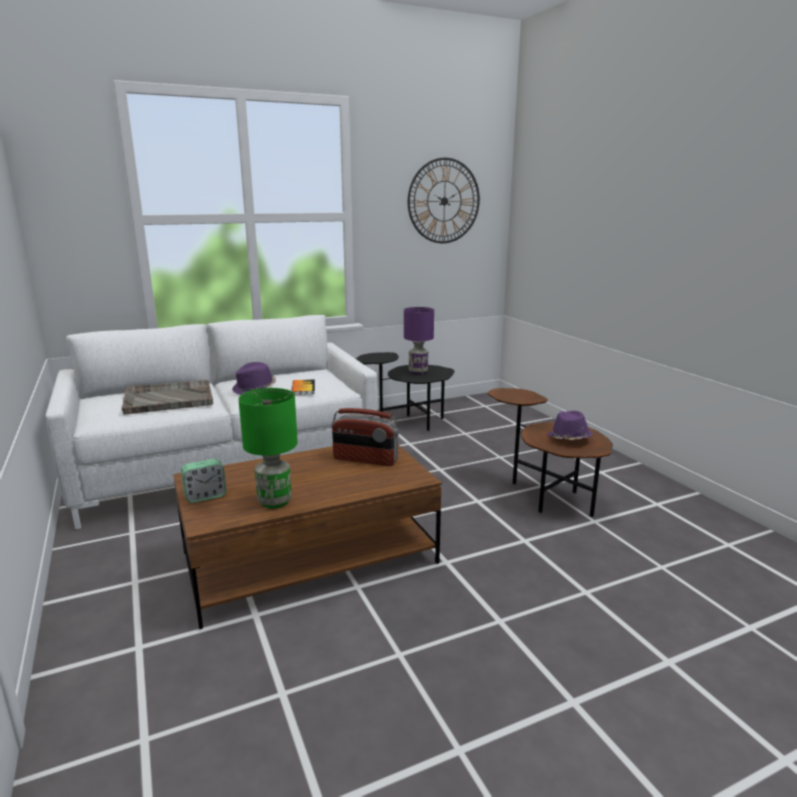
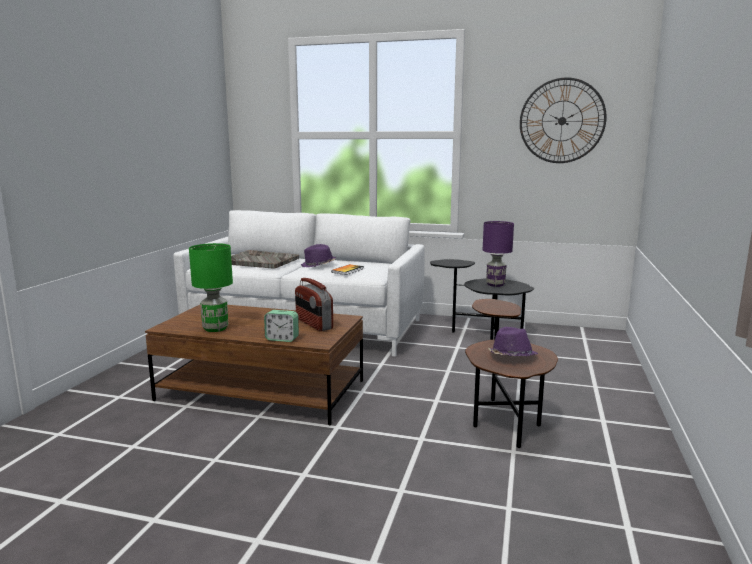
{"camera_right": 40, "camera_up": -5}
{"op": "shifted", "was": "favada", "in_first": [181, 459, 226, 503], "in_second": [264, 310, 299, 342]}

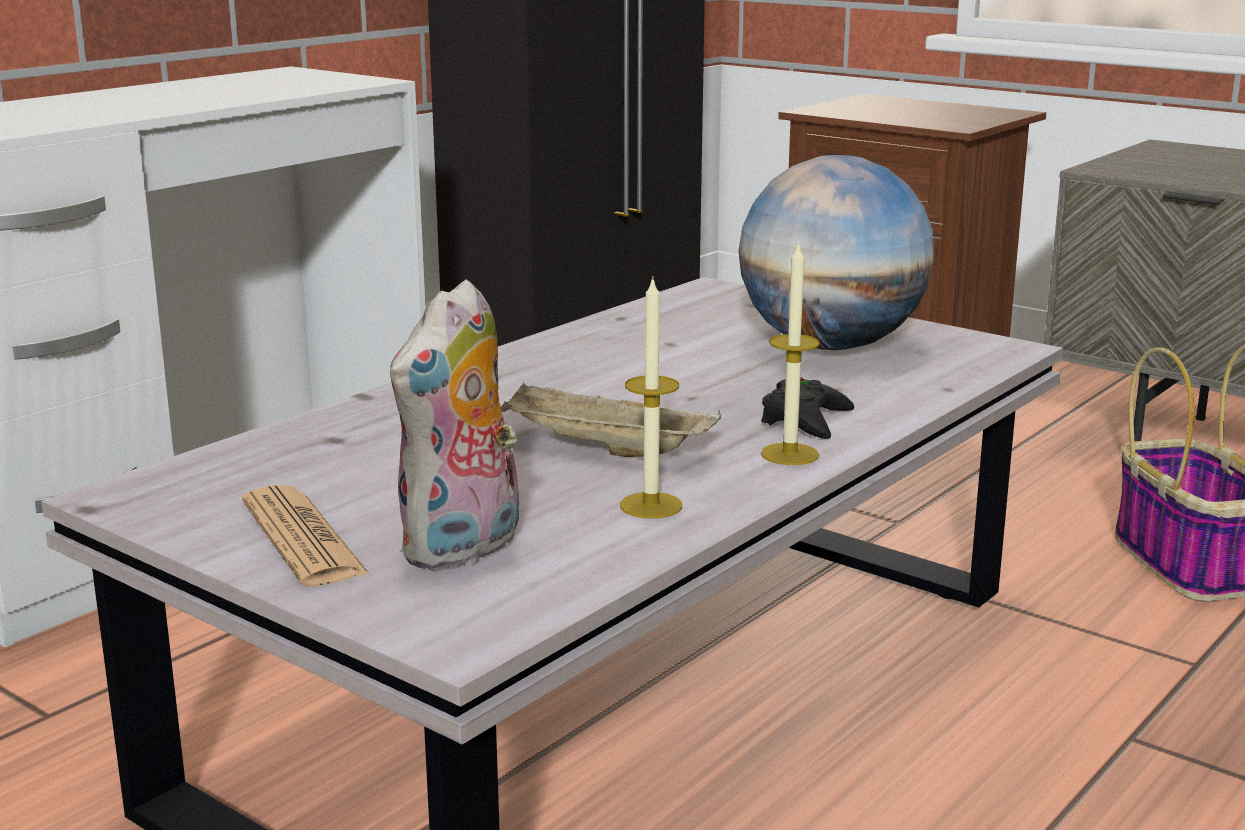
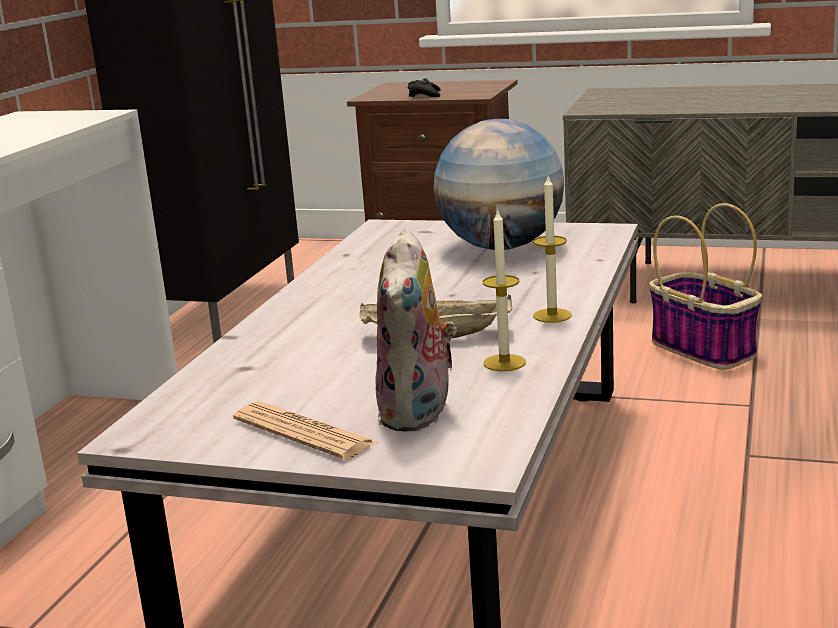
{"camera_right": -20, "camera_up": 0}
{"op": "shifted", "was": "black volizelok", "in_first": [761, 377, 854, 439], "in_second": [408, 78, 441, 97]}

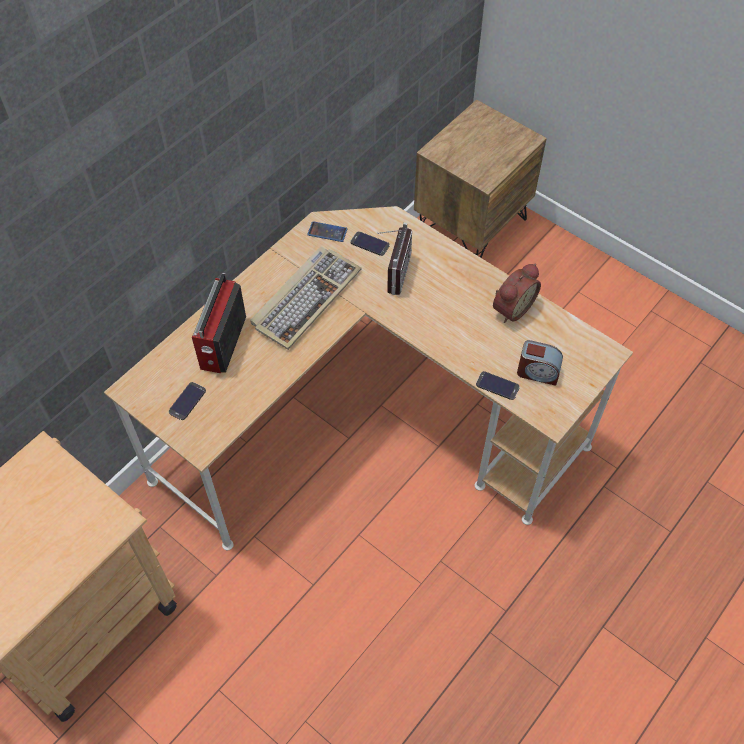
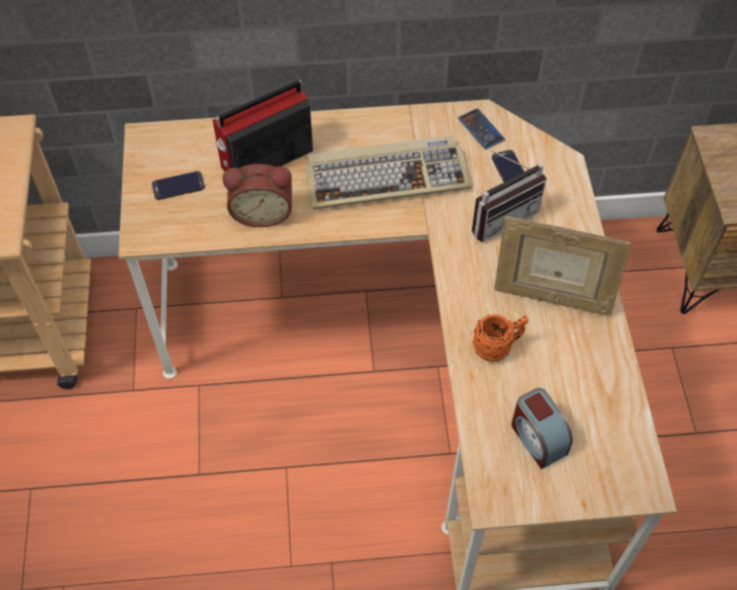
{"camera_right": 45, "camera_up": 0}
{"op": "shifted", "was": "favada", "in_first": [493, 264, 541, 323], "in_second": [223, 164, 292, 227]}
{"op": "new", "now": "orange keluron", "in_second": [473, 314, 529, 362]}
{"op": "new", "now": "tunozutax", "in_second": [494, 216, 631, 316]}
{"op": "gone", "was": "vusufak", "in_first": [476, 371, 520, 400]}

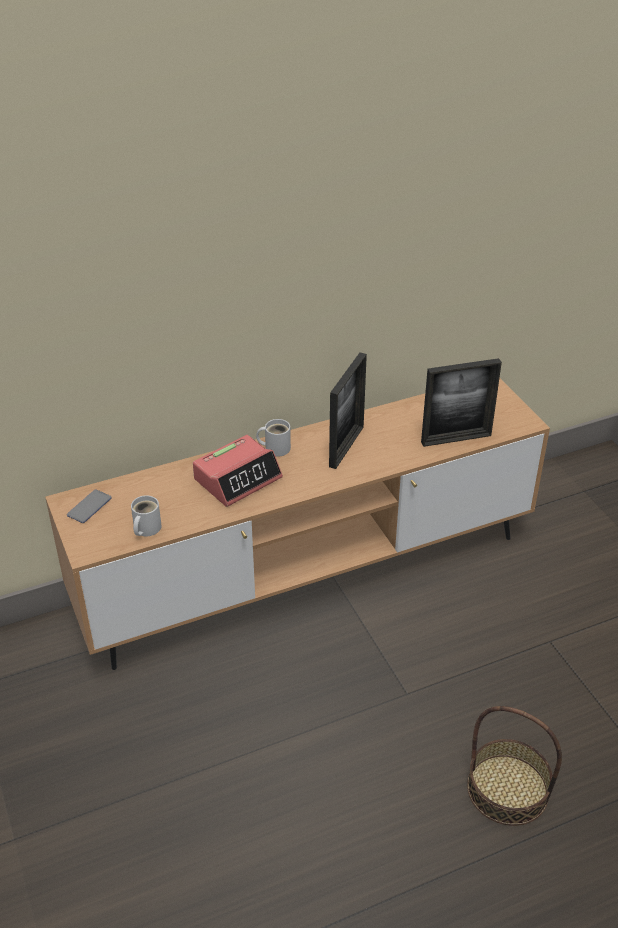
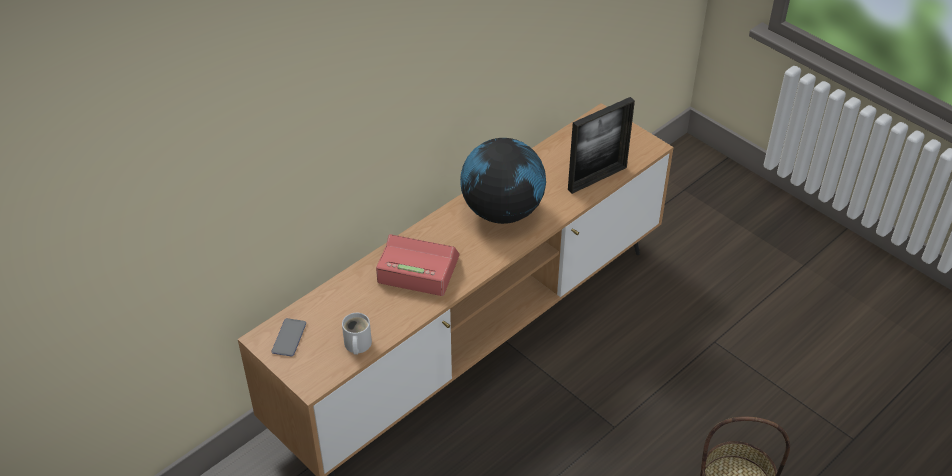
{"camera_right": -20, "camera_up": 5}
{"op": "rotated", "was": "favada", "in_first": [193, 435, 283, 507], "in_second": [376, 234, 459, 296], "clockwise": -105}
{"op": "swapped", "was": "tunozutax", "now": "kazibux", "in_first": [329, 353, 367, 469], "in_second": [460, 138, 546, 224]}
{"op": "gone", "was": "white keluron", "in_first": [256, 419, 291, 456]}

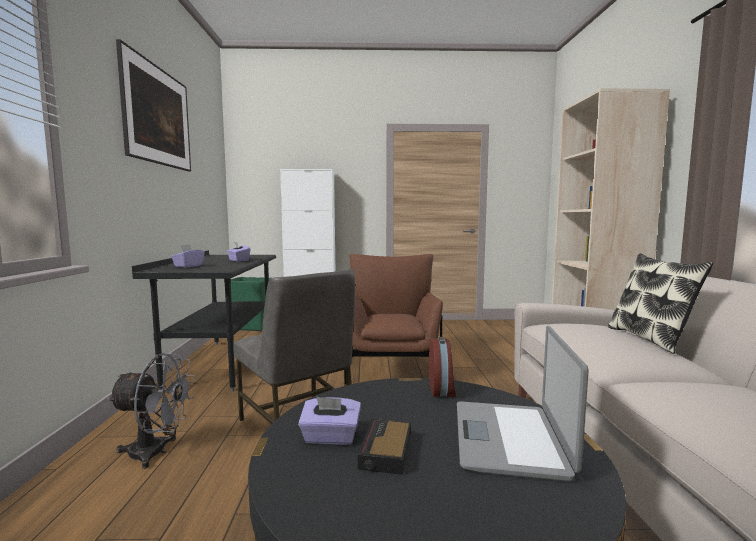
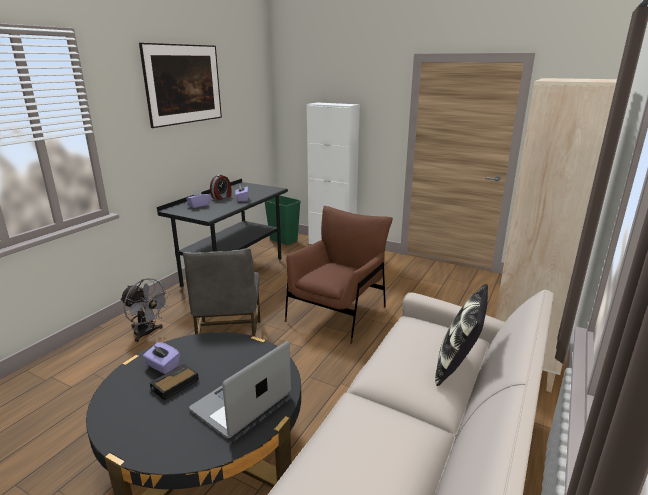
{"camera_right": 30, "camera_up": 15}
{"op": "shifted", "was": "favada", "in_first": [429, 337, 456, 397], "in_second": [210, 175, 232, 200]}

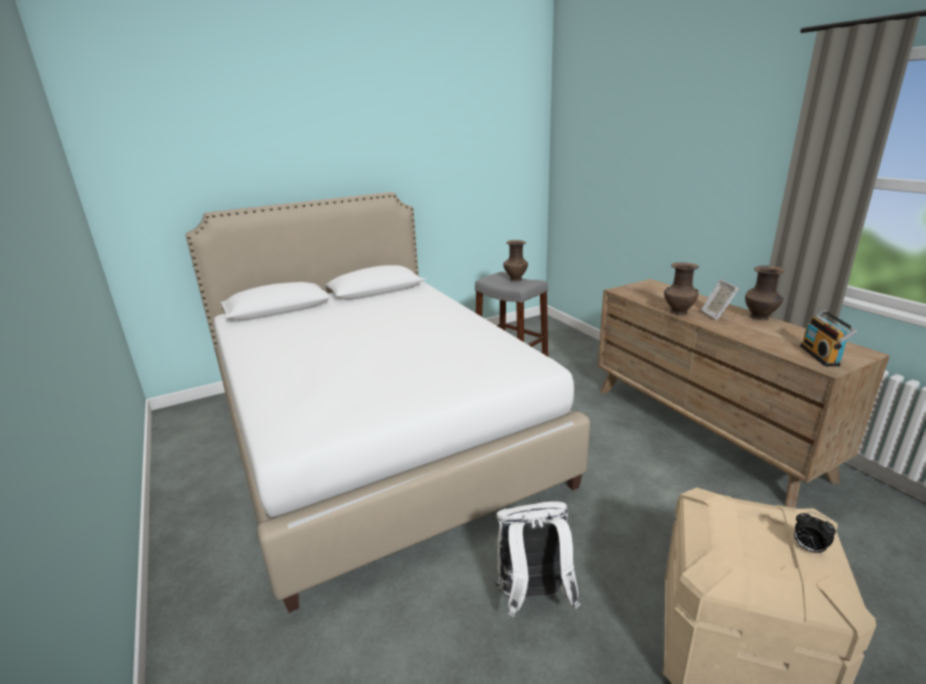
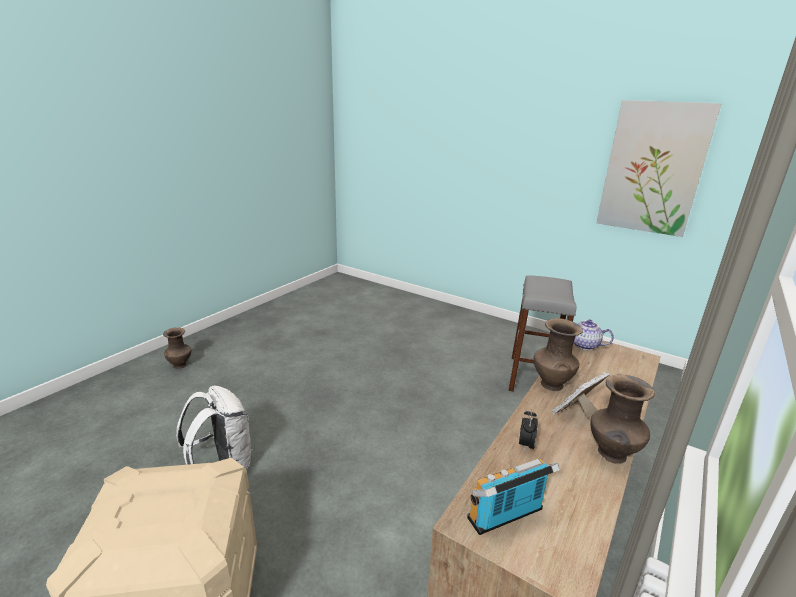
{"camera_right": 60, "camera_up": 0}
{"op": "shifted", "was": "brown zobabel", "in_first": [503, 240, 528, 281], "in_second": [163, 327, 191, 369]}
{"op": "shifted", "was": "favada", "in_first": [794, 512, 836, 556], "in_second": [519, 409, 538, 451]}
{"op": "new", "now": "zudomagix", "in_second": [574, 319, 614, 350]}
{"op": "new", "now": "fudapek", "in_second": [597, 100, 721, 237]}
{"op": "gone", "was": "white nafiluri", "in_first": [186, 192, 590, 613]}

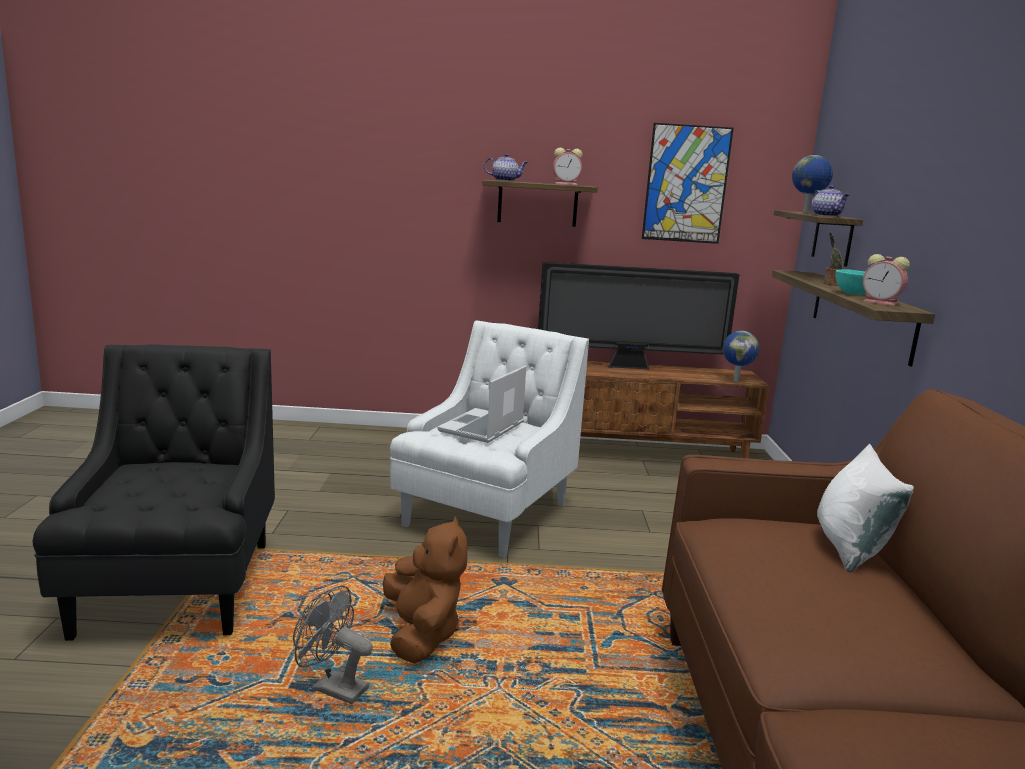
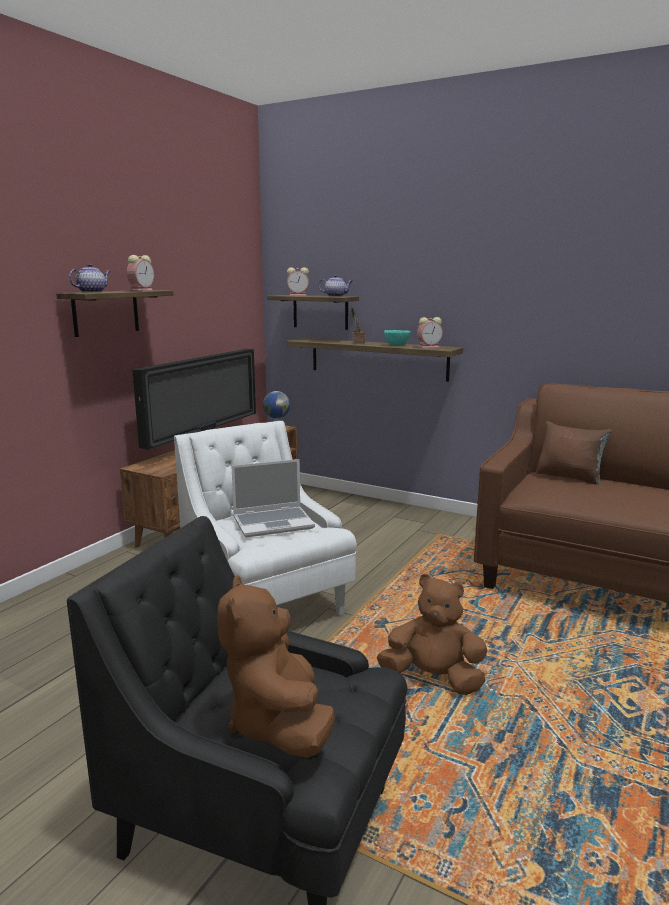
{"camera_right": -60, "camera_up": 0}
{"op": "new", "now": "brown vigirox", "in_second": [217, 575, 335, 758]}
{"op": "rotated", "was": "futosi", "in_first": [437, 366, 526, 443], "in_second": [231, 459, 315, 537], "clockwise": -75}
{"op": "swapped", "was": "kazibux", "now": "favada", "in_first": [792, 155, 833, 213], "in_second": [287, 267, 309, 296]}
{"op": "repainted", "was": "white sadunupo", "now": "brown sadunupo", "in_first": [817, 444, 914, 573], "in_second": [536, 421, 612, 485]}
{"op": "gone", "was": "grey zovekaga", "in_first": [293, 585, 373, 704]}
{"op": "gone", "was": "fudapek", "in_first": [642, 123, 734, 244]}

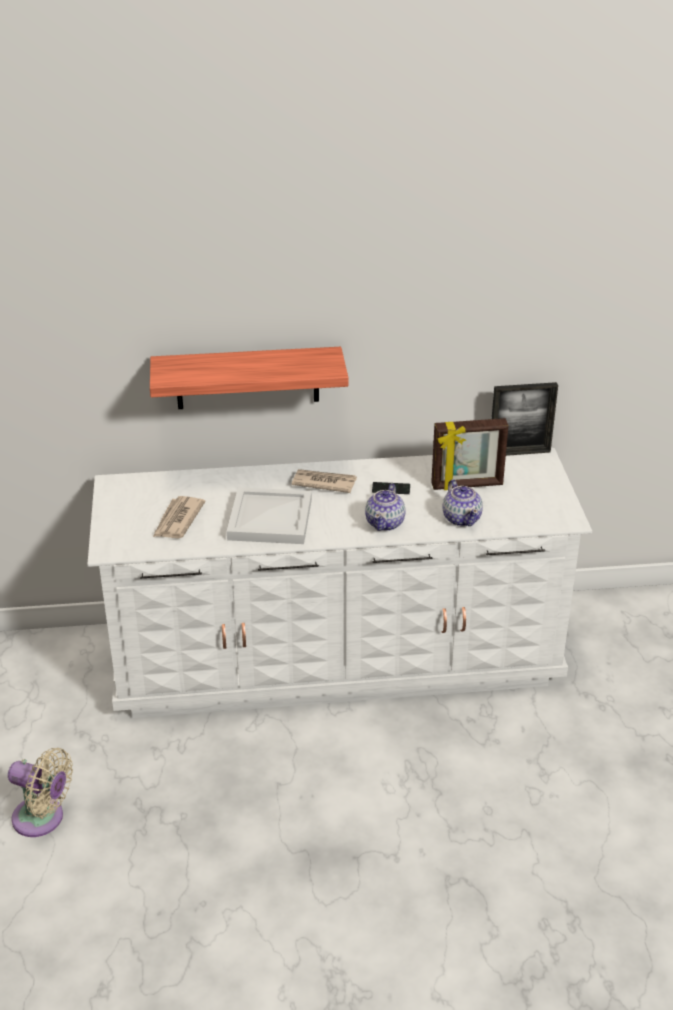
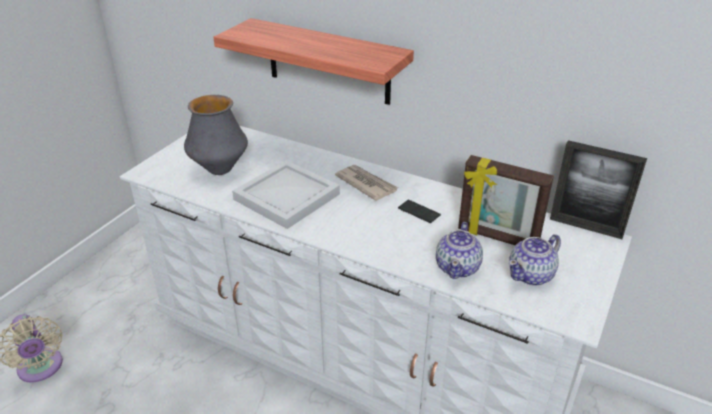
{"camera_right": 35, "camera_up": 0}
{"op": "swapped", "was": "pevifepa", "now": "zobabel", "in_first": [153, 496, 206, 539], "in_second": [184, 95, 248, 175]}
{"op": "shifted", "was": "zudomagix", "in_first": [365, 483, 406, 531], "in_second": [509, 234, 561, 286]}

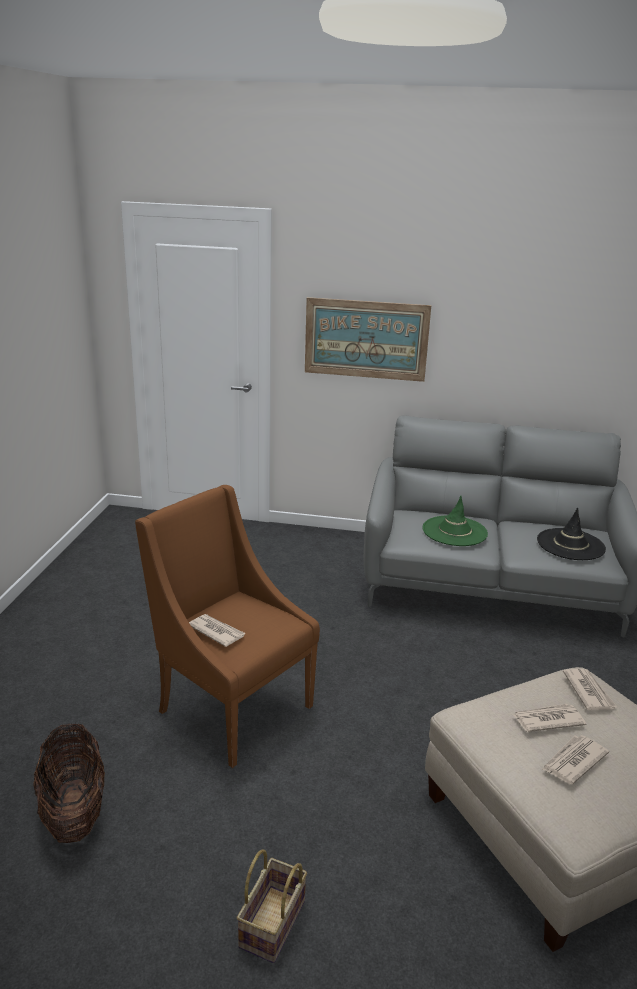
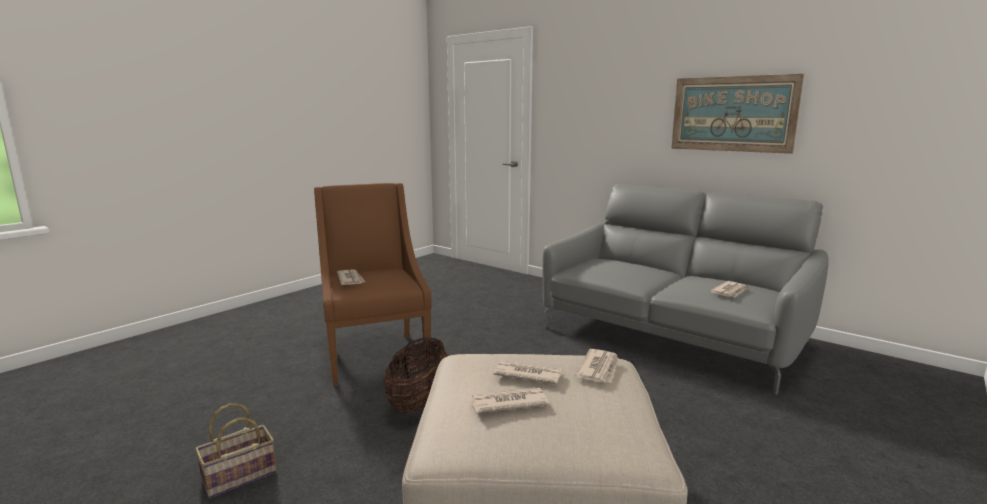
{"camera_right": 30, "camera_up": -10}
{"op": "shifted", "was": "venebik", "in_first": [33, 723, 105, 843], "in_second": [383, 337, 448, 413]}
{"op": "shifted", "was": "fudapek", "in_first": [305, 297, 431, 382], "in_second": [671, 74, 804, 154]}
{"op": "swapped", "was": "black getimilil", "now": "pevifepa", "in_first": [537, 508, 606, 560], "in_second": [710, 281, 747, 297]}
{"op": "gone", "was": "green getimilil", "in_first": [423, 496, 488, 546]}

